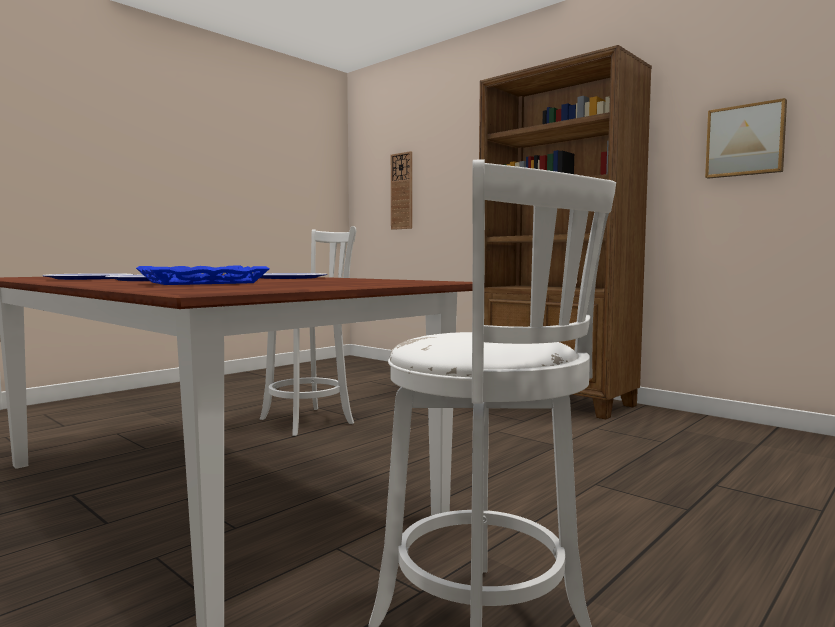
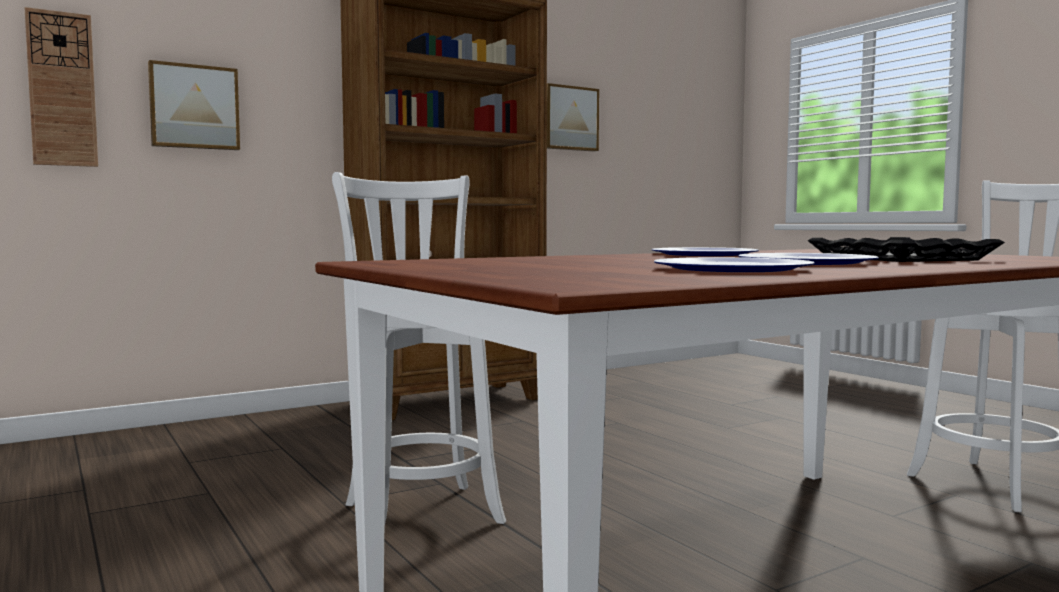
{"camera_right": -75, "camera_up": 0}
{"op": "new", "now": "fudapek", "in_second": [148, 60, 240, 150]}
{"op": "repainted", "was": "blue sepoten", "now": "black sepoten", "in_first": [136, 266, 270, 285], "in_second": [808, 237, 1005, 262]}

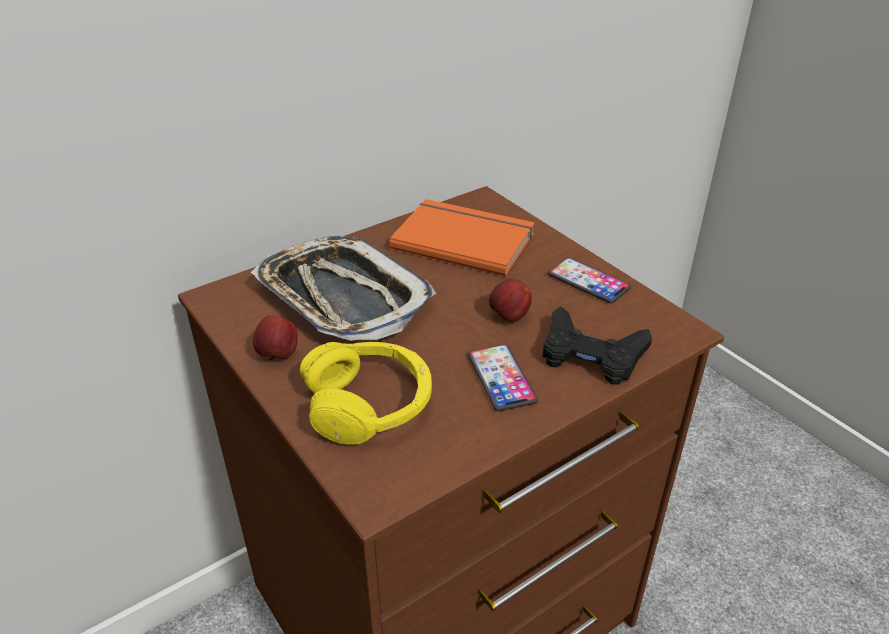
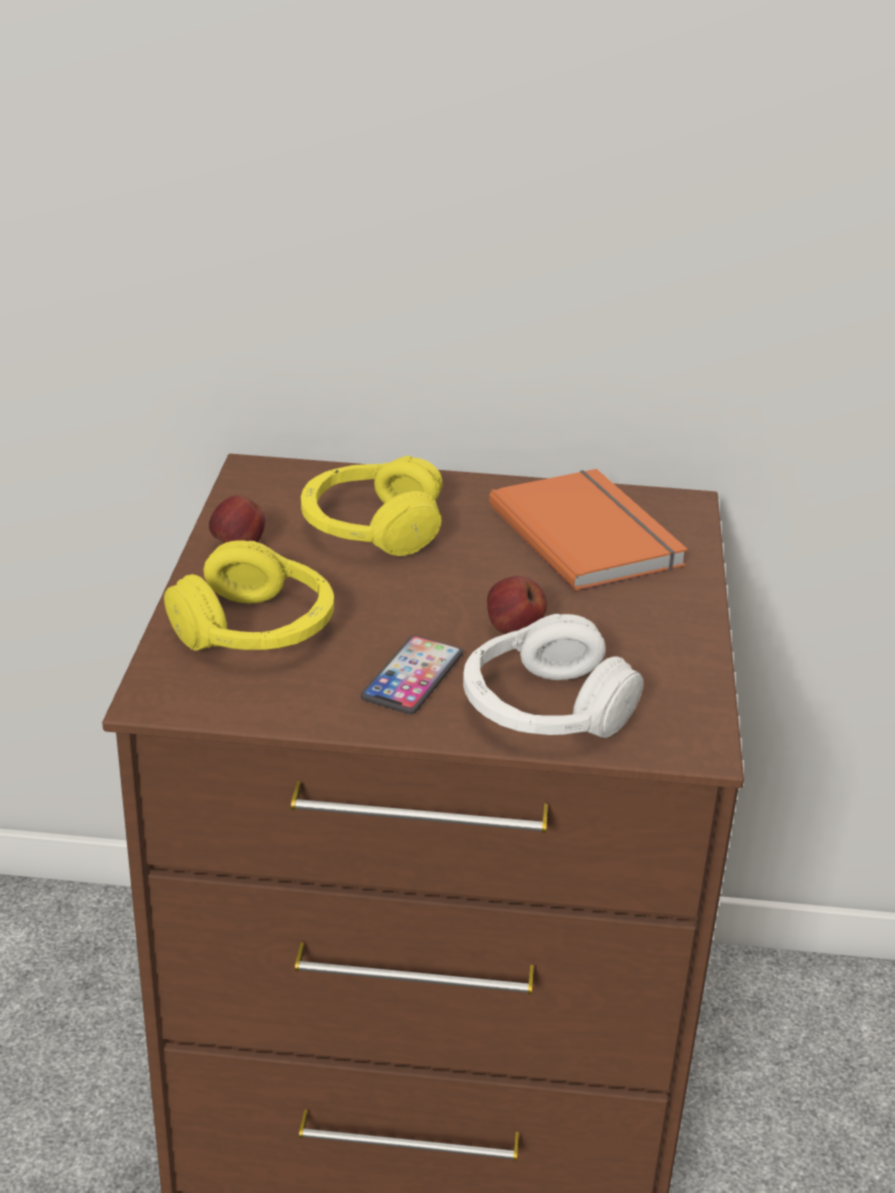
{"camera_right": 40, "camera_up": -5}
{"op": "swapped", "was": "sepoten", "now": "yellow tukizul", "in_first": [251, 236, 436, 341], "in_second": [301, 456, 443, 556]}
{"op": "swapped", "was": "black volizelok", "now": "white tukizul", "in_first": [542, 306, 652, 384], "in_second": [463, 614, 643, 738]}
{"op": "gone", "was": "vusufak", "in_first": [548, 258, 631, 303]}

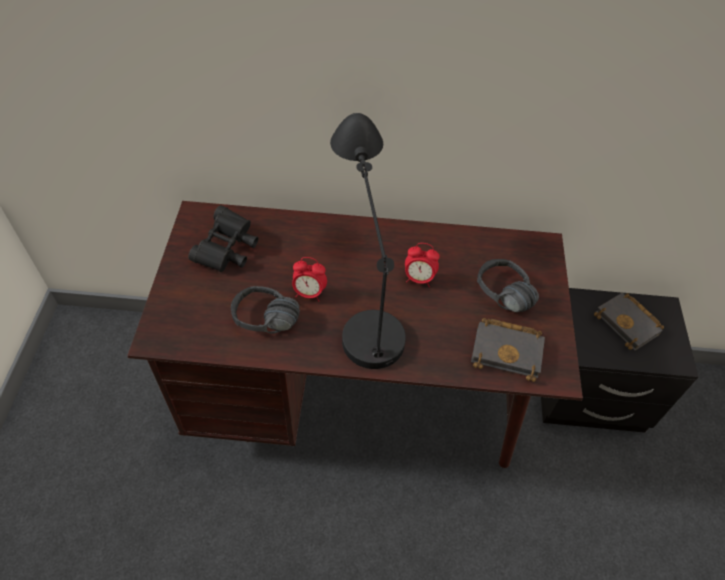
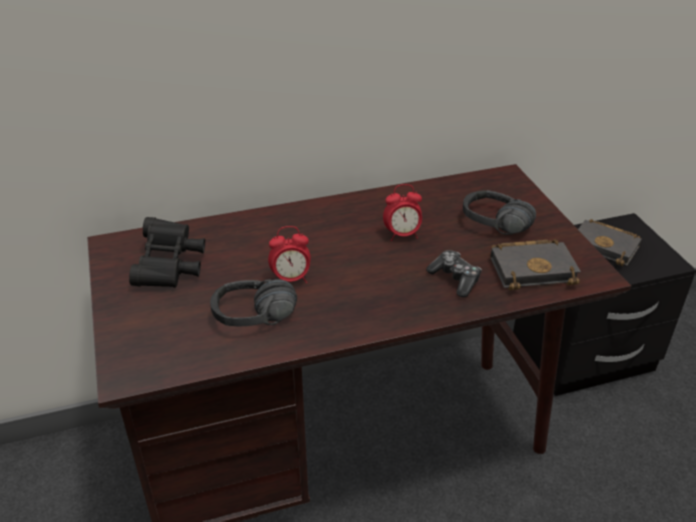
{"camera_right": -20, "camera_up": -15}
{"op": "new", "now": "volizelok", "in_second": [426, 250, 482, 297]}
{"op": "gone", "was": "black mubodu", "in_first": [330, 113, 406, 369]}

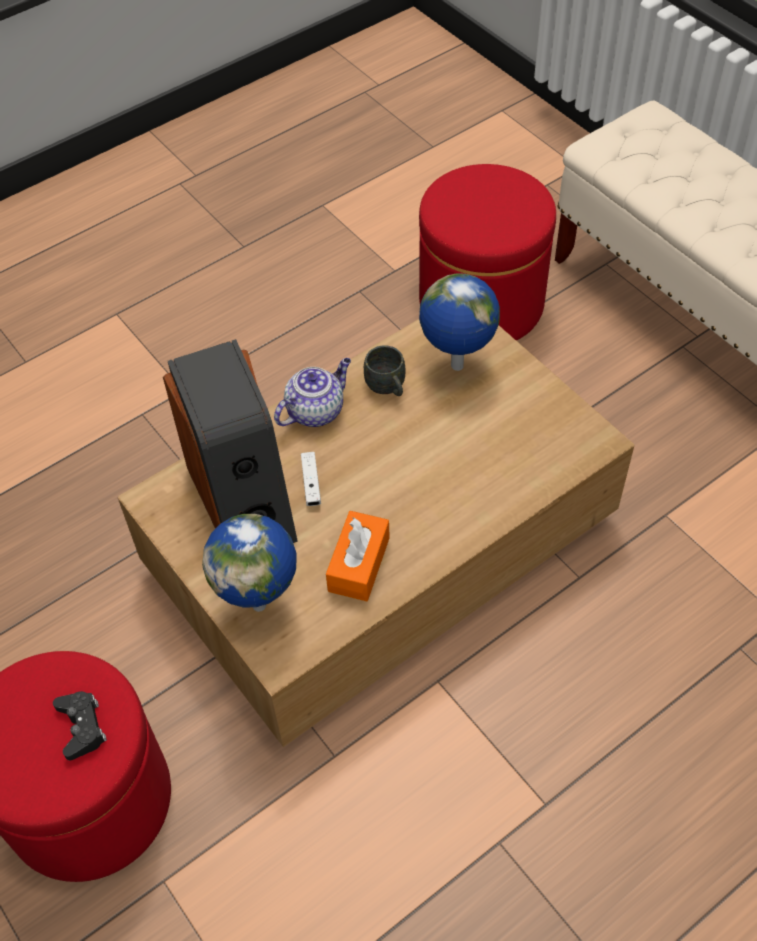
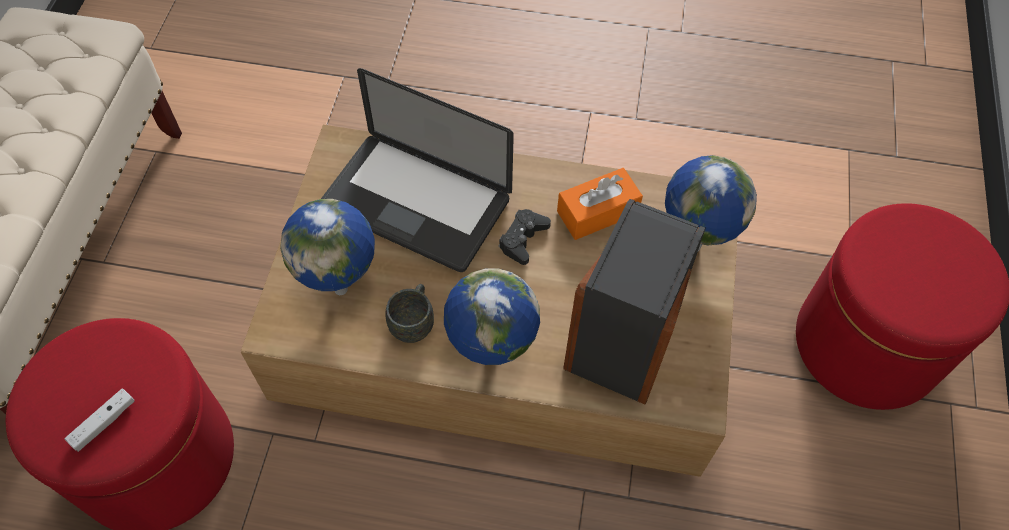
{"camera_right": -135, "camera_up": 5}
{"op": "shifted", "was": "white volizelok", "in_first": [301, 452, 321, 506], "in_second": [64, 389, 135, 452]}
{"op": "new", "now": "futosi", "in_second": [321, 68, 514, 272]}
{"op": "swapped", "was": "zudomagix", "now": "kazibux", "in_first": [274, 358, 351, 427], "in_second": [444, 268, 540, 365]}
{"op": "shifted", "was": "black volizelok", "in_first": [53, 691, 107, 760], "in_second": [498, 209, 551, 265]}

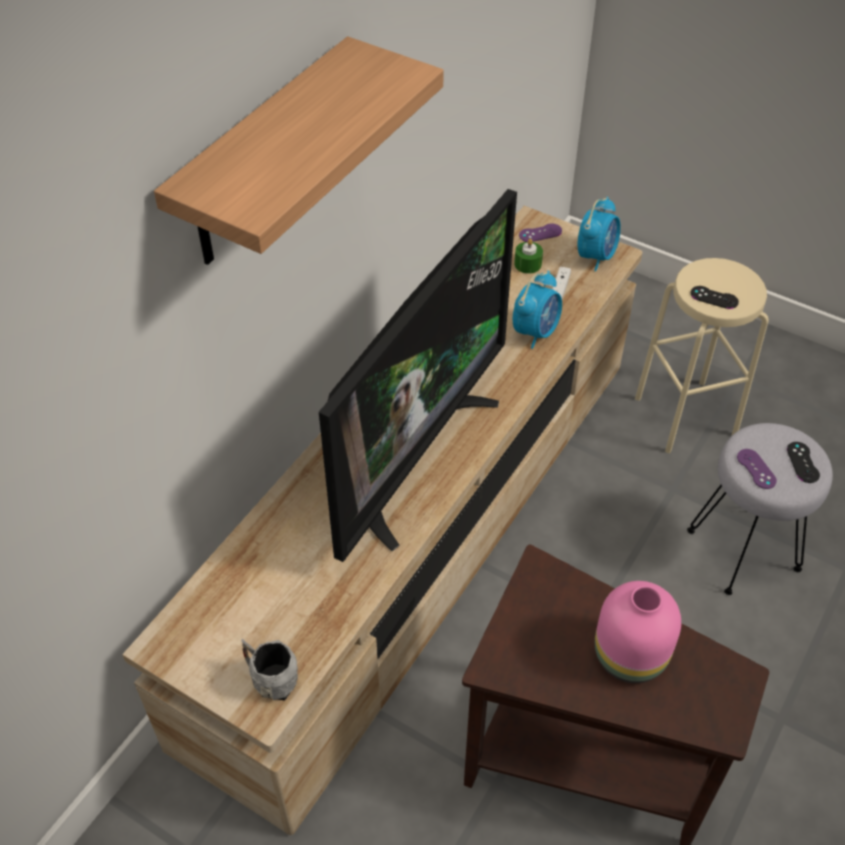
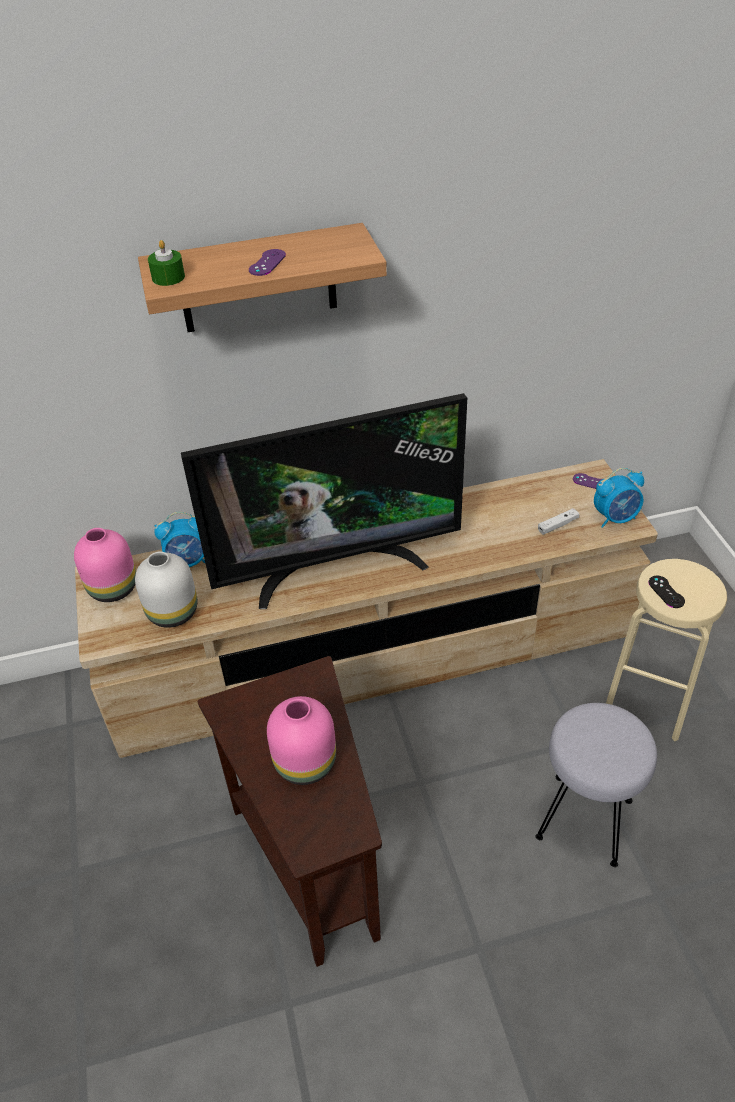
{"camera_right": 45, "camera_up": -5}
{"op": "new", "now": "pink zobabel", "in_second": [74, 528, 136, 602]}
{"op": "new", "now": "white zobabel", "in_second": [135, 551, 197, 628]}
{"op": "shifted", "was": "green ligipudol", "in_first": [514, 239, 543, 274], "in_second": [148, 240, 185, 286]}
{"op": "shifted", "was": "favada", "in_first": [513, 271, 562, 349], "in_second": [154, 512, 205, 567]}
{"op": "shifted", "was": "purple volizelok", "in_first": [737, 449, 777, 489], "in_second": [249, 249, 286, 276]}
{"op": "gone", "was": "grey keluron", "in_first": [241, 639, 298, 701]}
{"op": "gone", "was": "black volizelok", "in_first": [787, 442, 820, 483]}

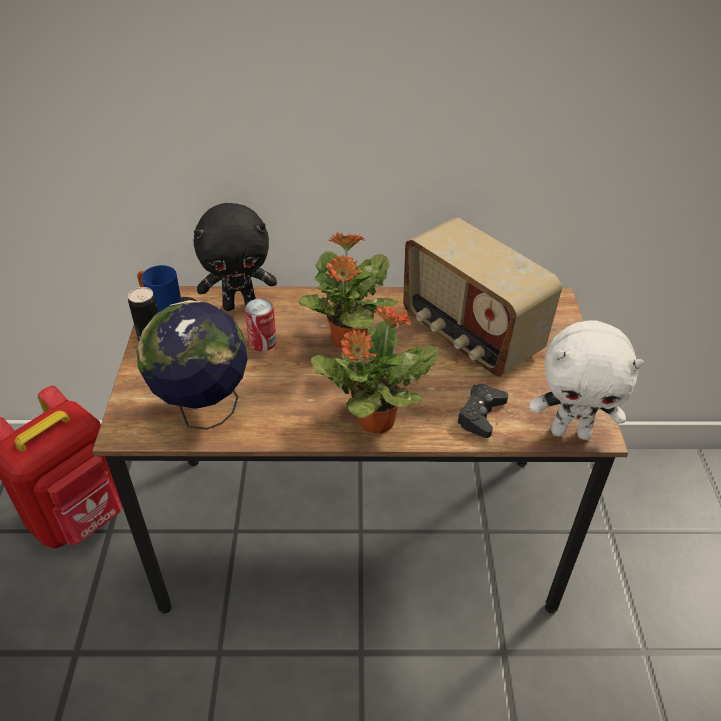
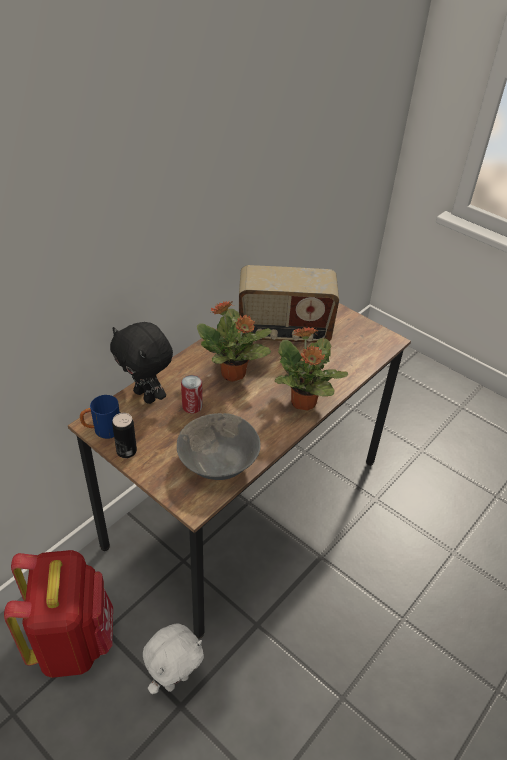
{"camera_right": -50, "camera_up": 0}
{"op": "rotated", "was": "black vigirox", "in_first": [193, 203, 277, 311], "in_second": [110, 322, 173, 404], "clockwise": 105}
{"op": "shifted", "was": "white vigirox", "in_first": [529, 320, 644, 440], "in_second": [143, 623, 204, 694]}
{"op": "swapped", "was": "kazibux", "now": "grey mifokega", "in_first": [136, 300, 248, 430], "in_second": [177, 413, 261, 480]}
{"op": "gone", "was": "black volizelok", "in_first": [456, 384, 508, 438]}

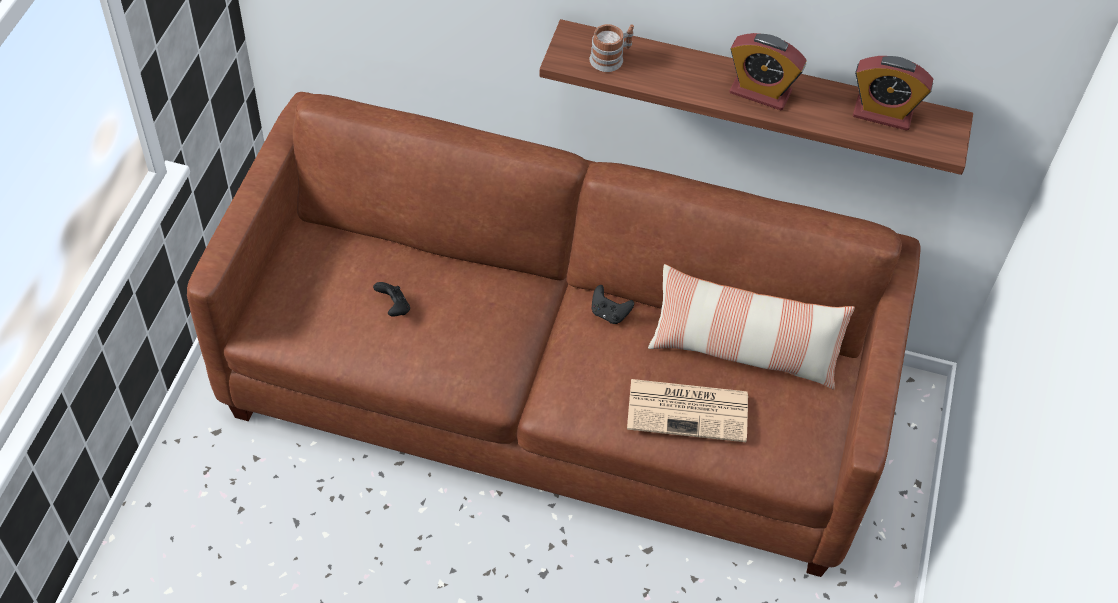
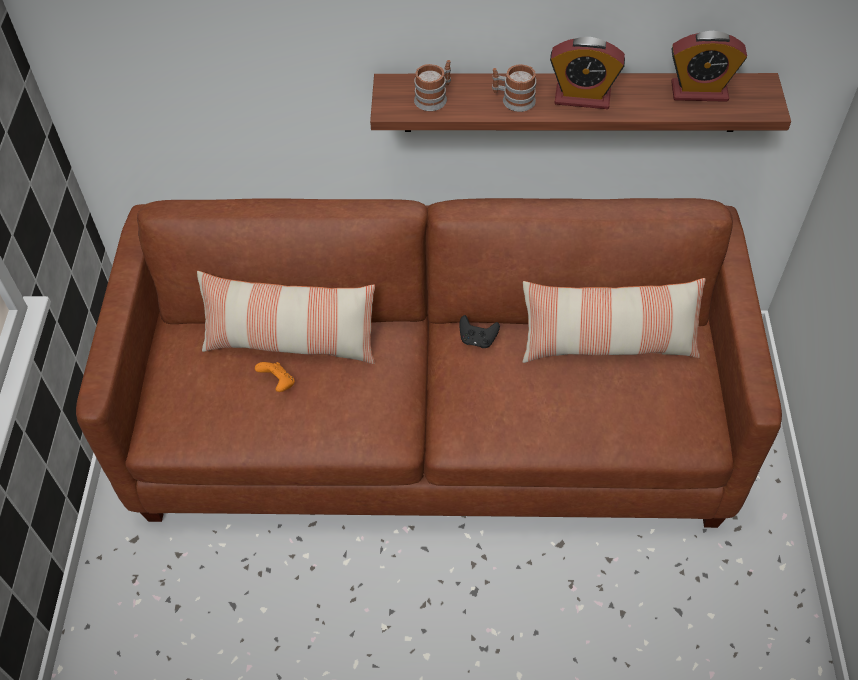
{"camera_right": -10, "camera_up": 0}
{"op": "new", "now": "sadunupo", "in_second": [197, 271, 375, 364]}
{"op": "repainted", "was": "black volizelok", "now": "orange volizelok", "in_first": [373, 282, 410, 317], "in_second": [255, 362, 295, 392]}
{"op": "new", "now": "keluron", "in_second": [492, 64, 536, 112]}
{"op": "gone", "was": "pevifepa", "in_first": [627, 379, 748, 442]}

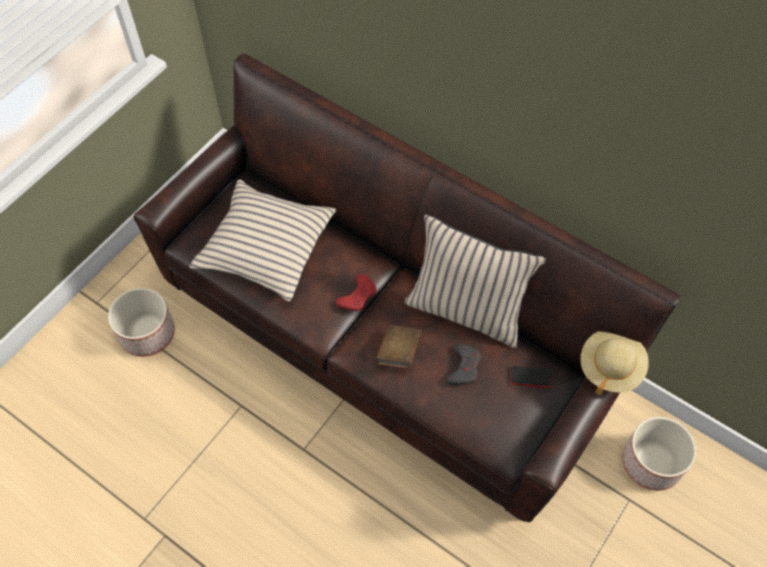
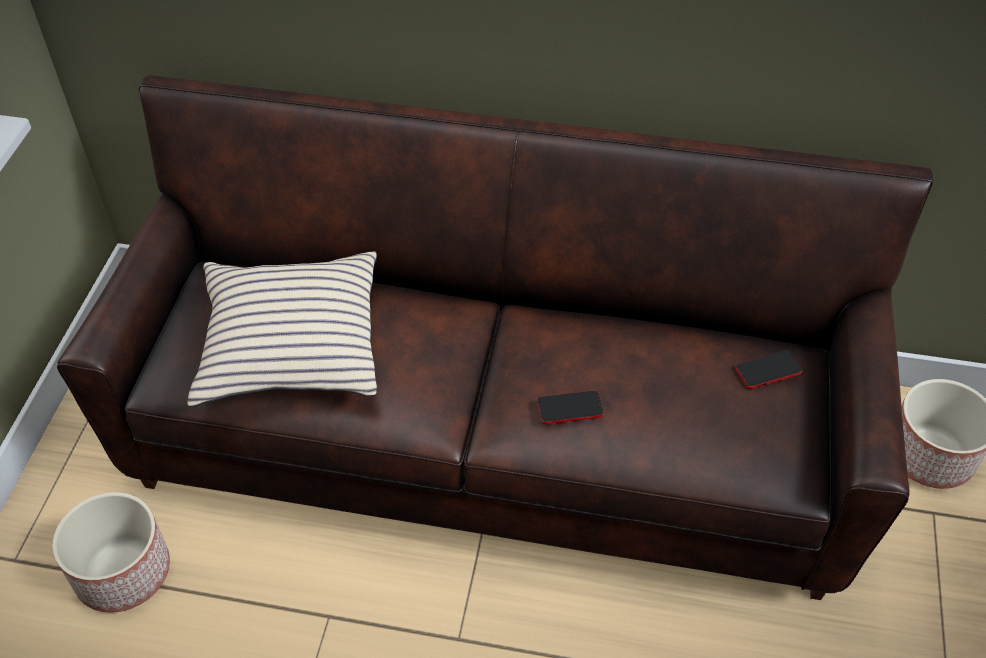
{"camera_right": -25, "camera_up": -10}
{"op": "swapped", "was": "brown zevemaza", "now": "vusufak", "in_first": [377, 325, 422, 368], "in_second": [537, 391, 604, 424]}
{"op": "gone", "was": "red volizelok", "in_first": [335, 274, 376, 311]}
{"op": "gone", "was": "beige sadunupo", "in_first": [404, 214, 546, 348]}
{"op": "gone", "was": "grey volizelok", "in_first": [446, 343, 481, 385]}
{"op": "gone", "was": "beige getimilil", "in_first": [580, 331, 649, 395]}

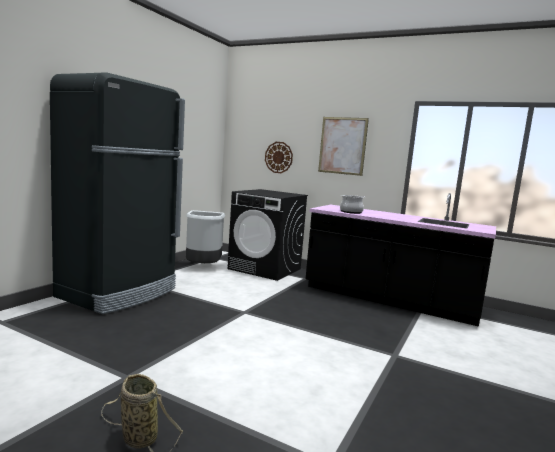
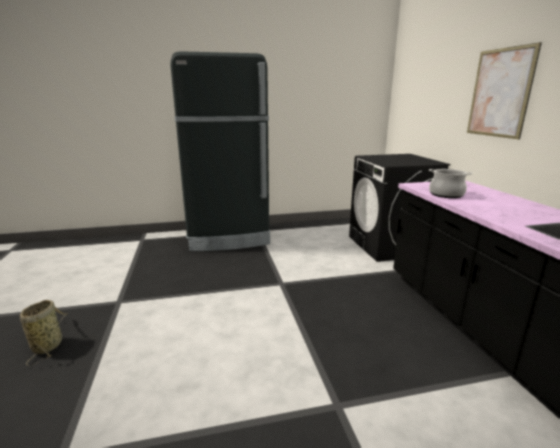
{"camera_right": 50, "camera_up": 10}
{"op": "gone", "was": "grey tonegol", "in_first": [186, 210, 225, 263]}
{"op": "gone", "was": "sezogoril", "in_first": [265, 142, 293, 173]}

